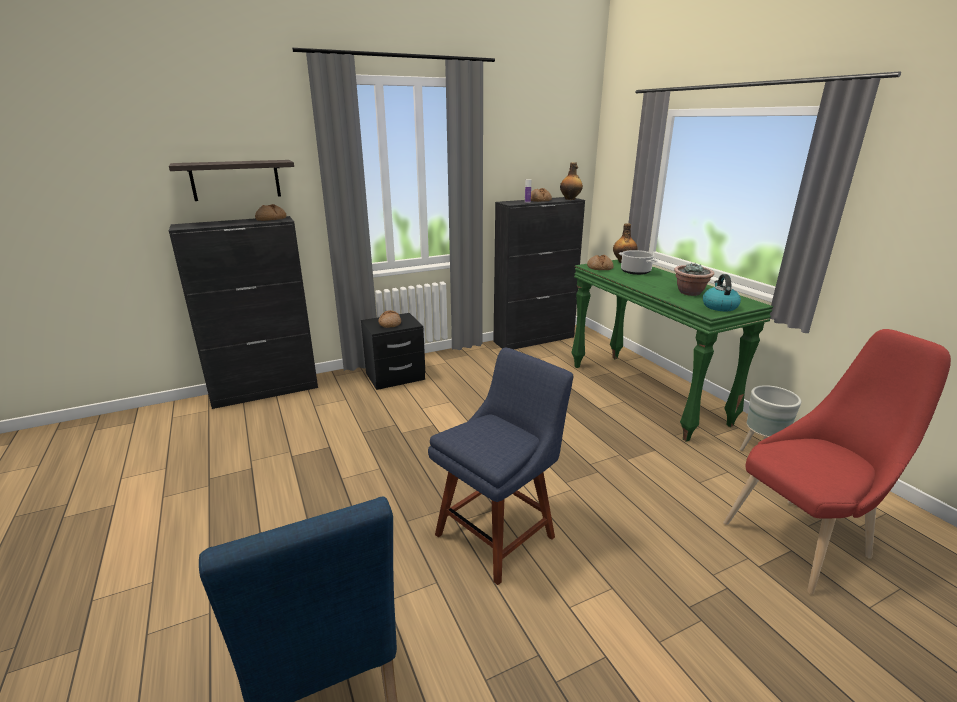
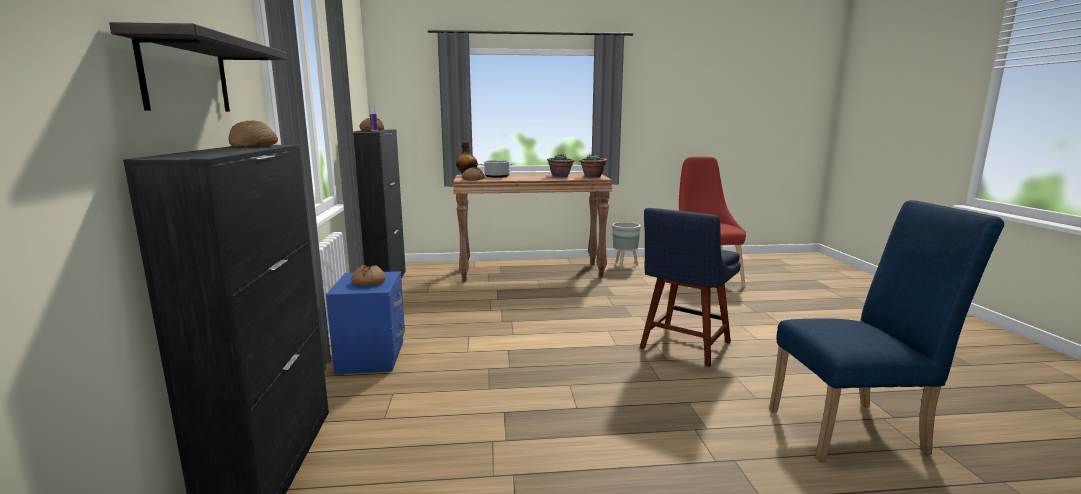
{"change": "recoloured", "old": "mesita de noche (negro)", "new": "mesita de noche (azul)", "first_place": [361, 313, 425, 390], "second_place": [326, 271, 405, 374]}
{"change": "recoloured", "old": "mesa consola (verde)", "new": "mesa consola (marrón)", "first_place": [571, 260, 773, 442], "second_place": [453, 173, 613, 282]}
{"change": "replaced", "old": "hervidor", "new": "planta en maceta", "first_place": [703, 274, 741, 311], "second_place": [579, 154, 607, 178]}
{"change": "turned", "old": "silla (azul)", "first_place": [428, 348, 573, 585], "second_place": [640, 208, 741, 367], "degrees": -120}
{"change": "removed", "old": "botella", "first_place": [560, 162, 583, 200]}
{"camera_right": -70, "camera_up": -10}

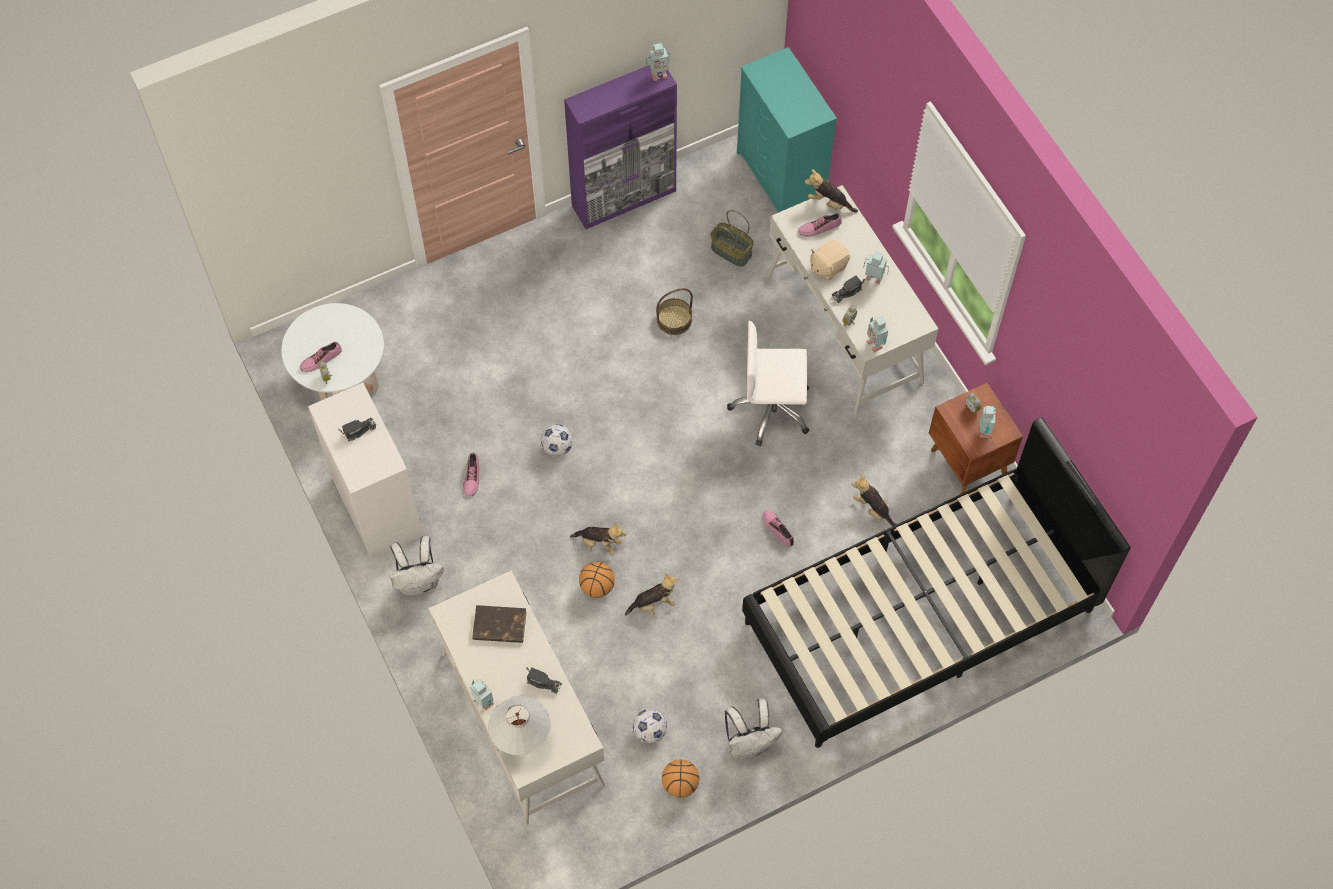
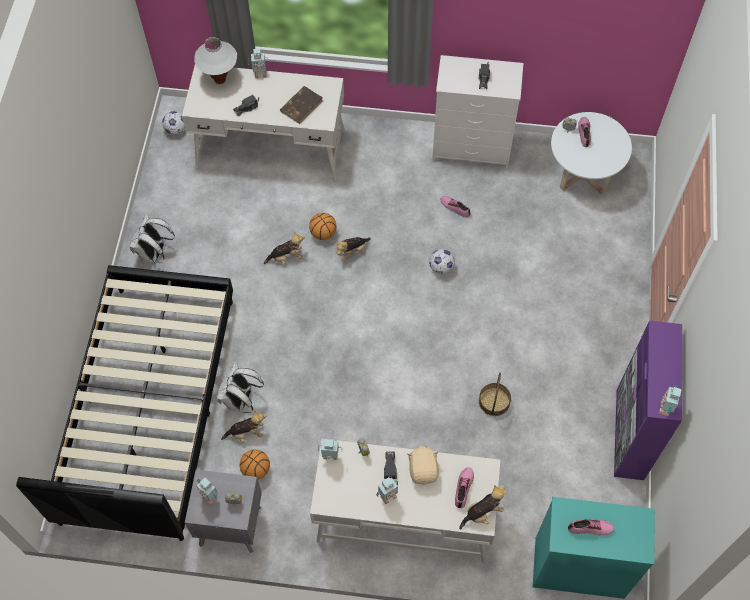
{"change": "moved", "old": "balón de fútbol", "first_place": [633, 709, 667, 744], "second_place": [162, 111, 185, 135]}
{"change": "recoloured", "old": "mesita de noche (marrón)", "new": "mesita de noche (gris)", "first_place": [929, 383, 1023, 494], "second_place": [185, 470, 262, 553]}
{"change": "moved", "old": "mochila (blanco)", "first_place": [390, 536, 444, 595], "second_place": [217, 361, 264, 413]}
{"change": "moved", "old": "balón de baloncesto", "first_place": [662, 759, 699, 798], "second_place": [240, 450, 270, 480]}
{"change": "turned", "old": "peluche", "first_place": [625, 574, 678, 616], "second_place": [264, 231, 305, 264], "degrees": -120}
{"change": "moved", "old": "zapato", "first_place": [763, 510, 794, 547], "second_place": [568, 519, 614, 536]}
{"change": "removed", "old": "cesta", "first_place": [711, 210, 754, 267]}
{"change": "removed", "old": "silla de oficina (blanco)", "first_place": [727, 321, 810, 446]}
{"camera_right": 125, "camera_up": 0}

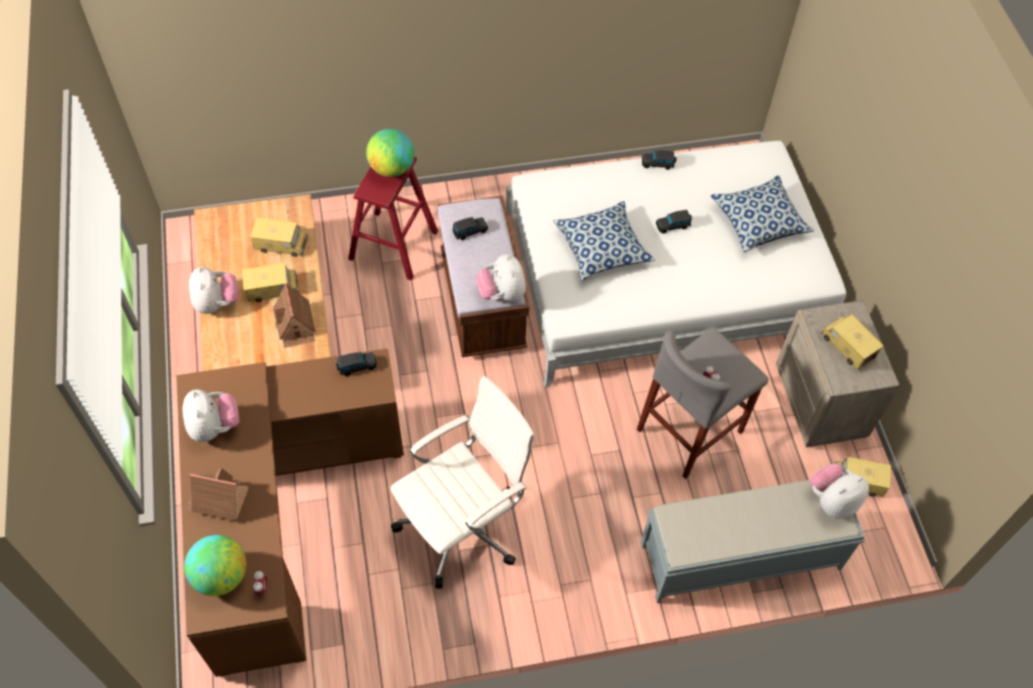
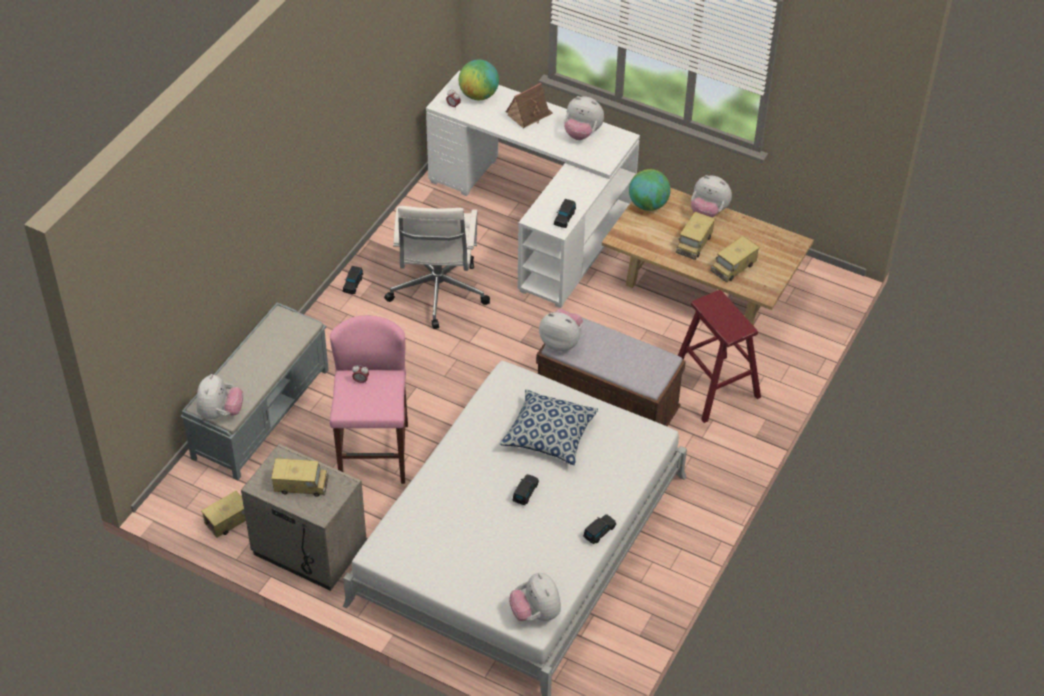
{"change": "recoloured", "old": "taburete (gris)", "new": "taburete (rosa)", "first_place": [637, 327, 769, 479], "second_place": [330, 315, 408, 484]}
{"change": "moved", "old": "coche de juguete (negro)", "first_place": [452, 217, 488, 240], "second_place": [343, 266, 363, 294]}
{"change": "recoloured", "old": "escritorio (marrón)", "new": "escritorio (blanco)", "first_place": [176, 348, 404, 677], "second_place": [426, 71, 640, 308]}
{"change": "added", "new": "peluche", "second_place": [509, 573, 561, 621]}
{"change": "moved", "old": "globo terráqueo", "first_place": [366, 129, 414, 177], "second_place": [629, 169, 671, 211]}
{"change": "removed", "old": "casita", "first_place": [273, 283, 316, 348]}
{"change": "removed", "old": "cojín", "first_place": [711, 175, 814, 252]}
{"camera_right": 130, "camera_up": -10}

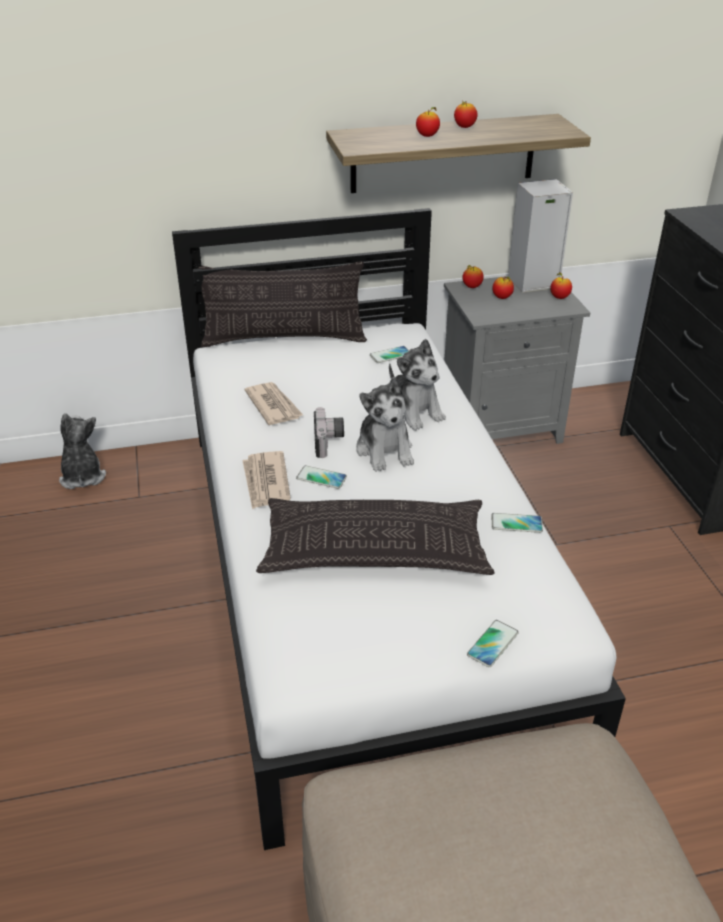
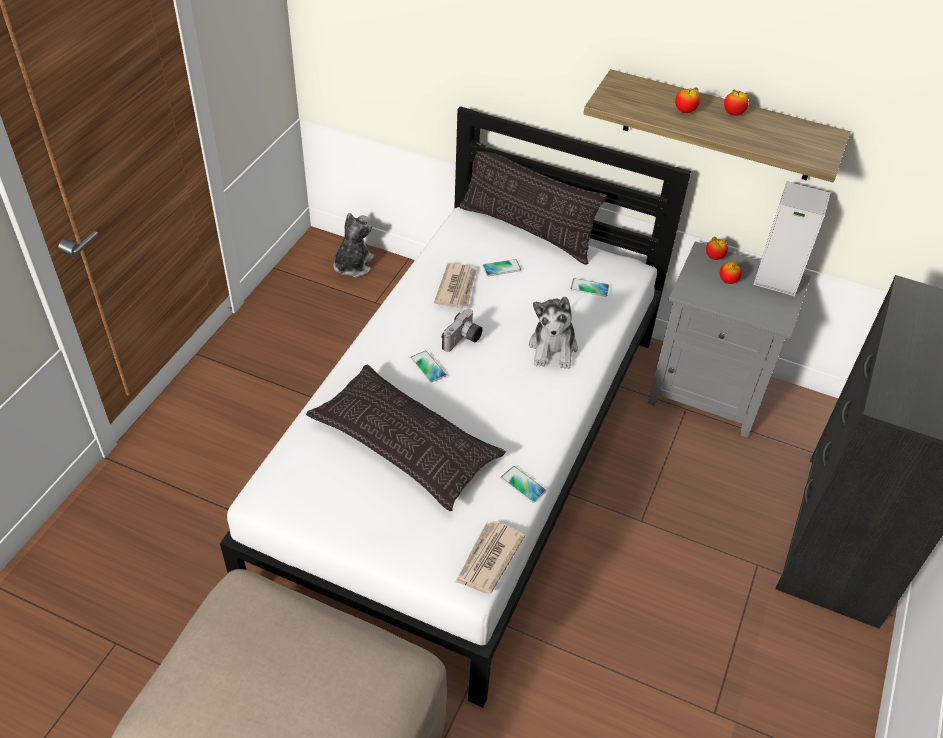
{"change": "moved", "old": "periódico", "first_place": [242, 451, 291, 509], "second_place": [455, 521, 525, 594]}
{"change": "moved", "old": "móvil", "first_place": [467, 620, 519, 667], "second_place": [483, 259, 521, 276]}
{"change": "removed", "old": "peluche", "first_place": [356, 377, 414, 472]}
{"change": "removed", "old": "manzana", "first_place": [550, 273, 572, 299]}
{"camera_right": 35, "camera_up": 10}

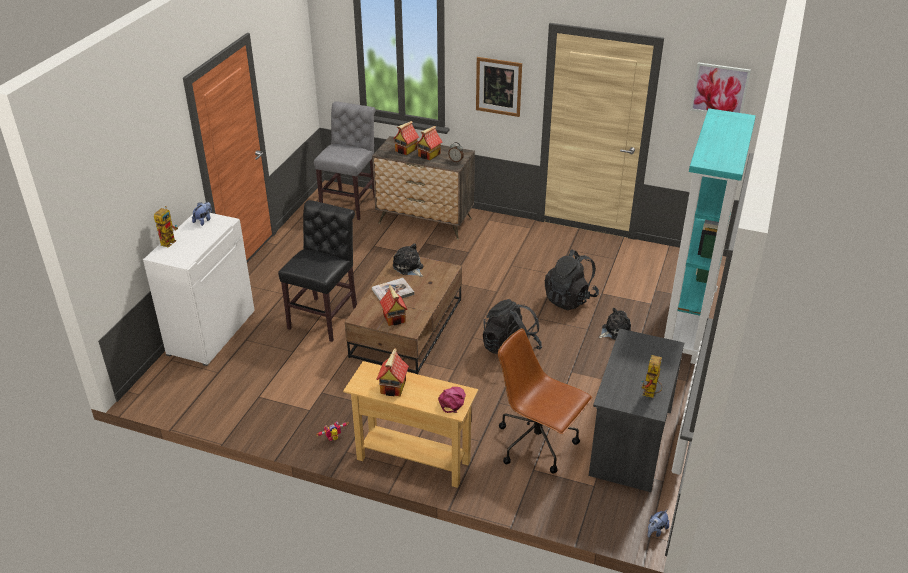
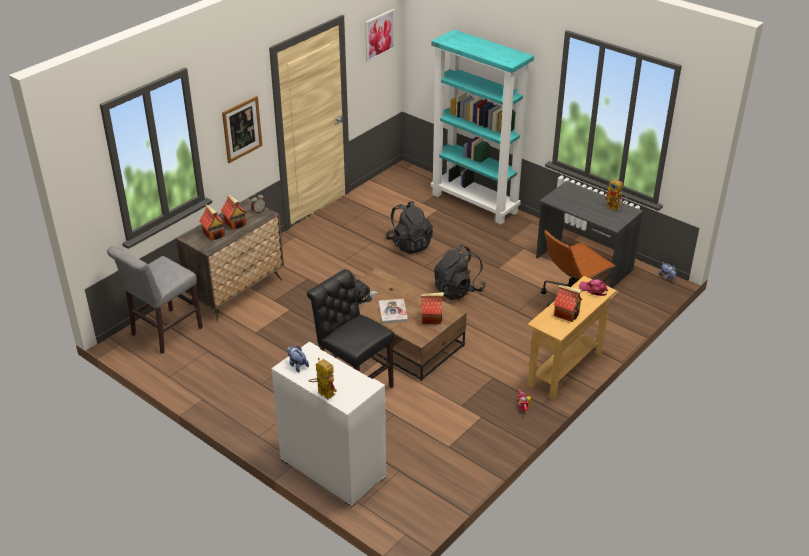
{"change": "turned", "old": "silla (gris)", "first_place": [314, 101, 375, 220], "second_place": [107, 246, 203, 354], "degrees": -90}
{"change": "removed", "old": "peluche", "first_place": [599, 308, 631, 340]}
{"camera_right": -70, "camera_up": 0}

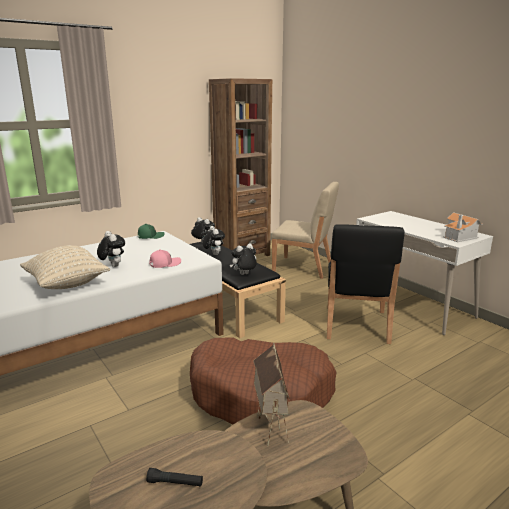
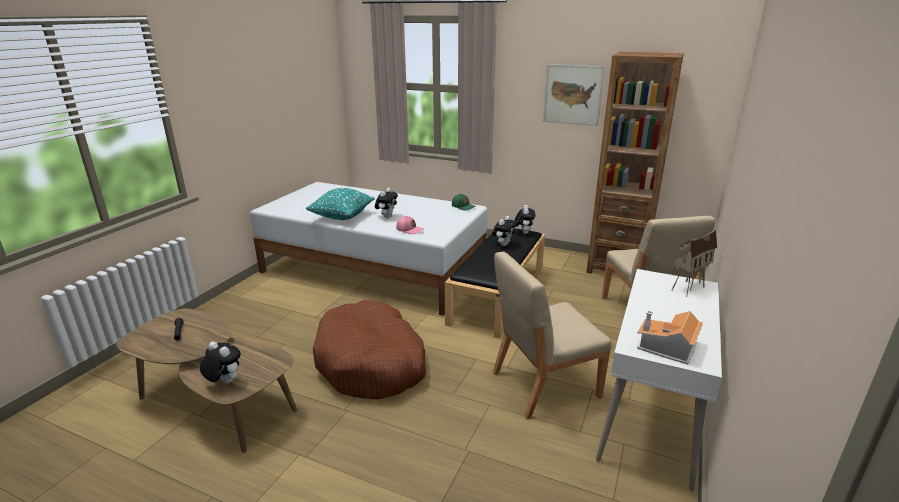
{"change": "moved", "old": "peluche", "first_place": [230, 243, 257, 275], "second_place": [200, 341, 241, 384]}
{"change": "recoloured", "old": "cojín (beis)", "new": "cojín (turquesa)", "first_place": [20, 245, 110, 289], "second_place": [305, 188, 375, 220]}
{"change": "recoloured", "old": "silla (negro)", "new": "silla (beis)", "first_place": [327, 224, 405, 344], "second_place": [493, 252, 612, 419]}
{"change": "added", "new": "cuadro", "second_place": [543, 64, 605, 126]}
{"change": "moved", "old": "casita", "first_place": [253, 344, 290, 447], "second_place": [671, 229, 717, 297]}
{"camera_right": 60, "camera_up": 5}

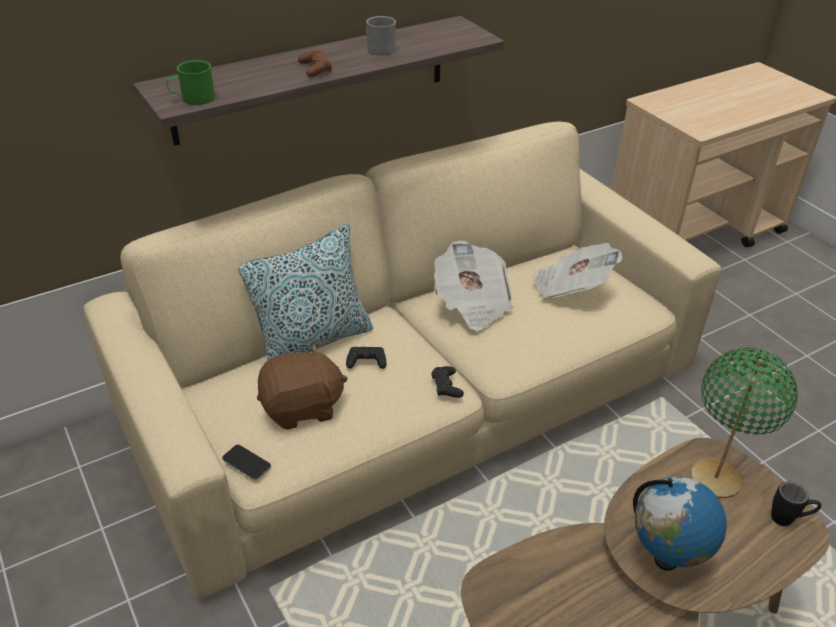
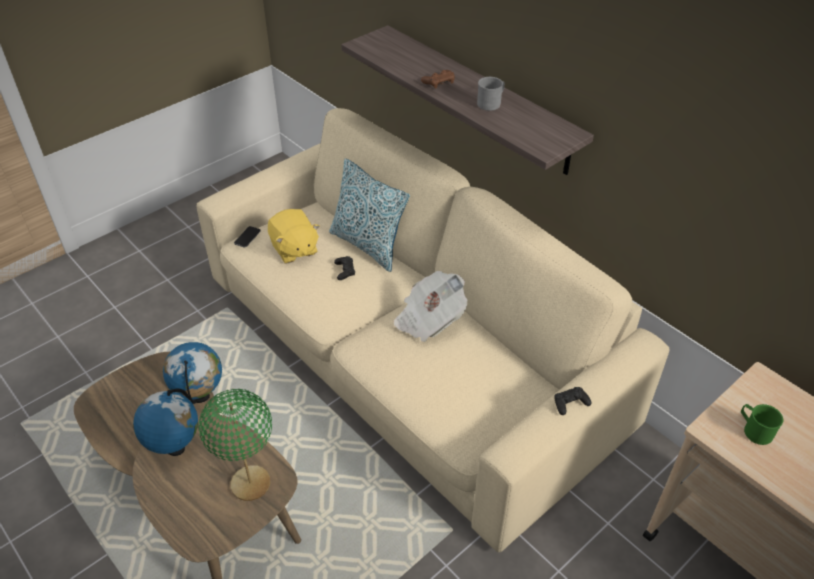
{"change": "added", "new": "globo terráqueo", "second_place": [163, 342, 222, 404]}
{"change": "recoloured", "old": "peluche (marrón)", "new": "peluche (amarillo)", "first_place": [257, 344, 348, 430], "second_place": [268, 209, 320, 263]}
{"change": "moved", "old": "mando de consola (negro)", "first_place": [431, 366, 464, 398], "second_place": [554, 387, 591, 415]}
{"change": "moved", "old": "taza grande (verde)", "first_place": [166, 60, 215, 105], "second_place": [741, 404, 783, 445]}
{"change": "removed", "old": "periódico", "first_place": [532, 243, 622, 299]}
{"change": "removed", "old": "taza grande (negro)", "first_place": [771, 482, 821, 526]}
{"camera_right": 80, "camera_up": 5}

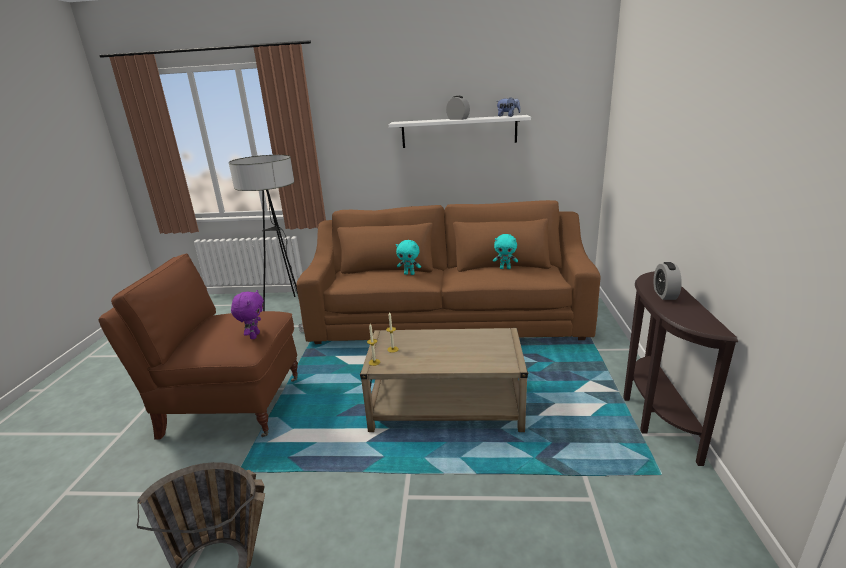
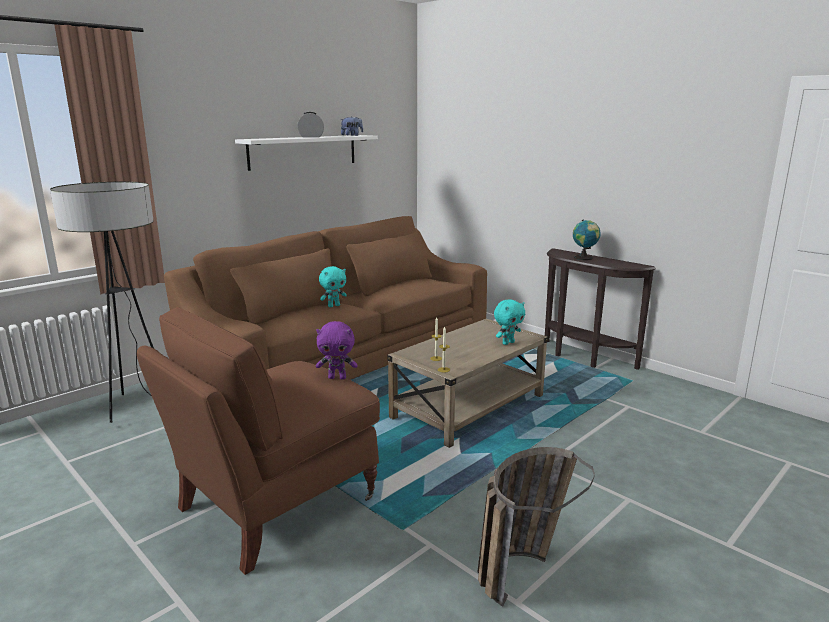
{"change": "turned", "old": "peluche (morado)", "first_place": [231, 290, 264, 339], "second_place": [316, 321, 358, 380], "degrees": 135}
{"change": "moved", "old": "peluche (turquesa)", "first_place": [493, 234, 518, 269], "second_place": [494, 299, 525, 345]}
{"change": "replaced", "old": "despertador", "new": "globo terráqueo", "first_place": [654, 262, 682, 300], "second_place": [573, 219, 601, 260]}
{"camera_right": -50, "camera_up": -5}

